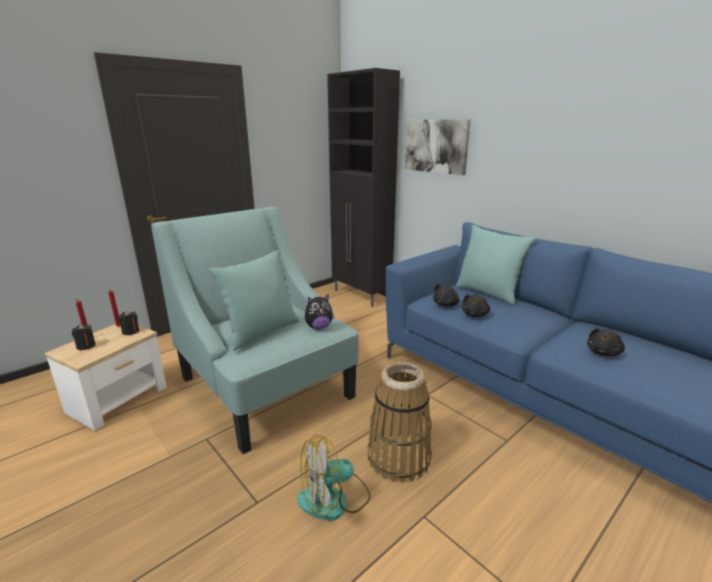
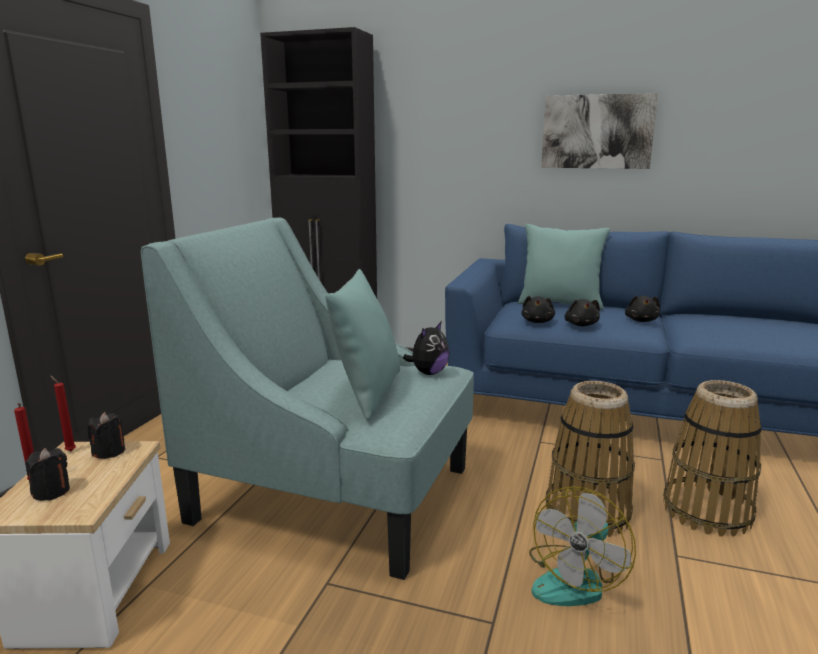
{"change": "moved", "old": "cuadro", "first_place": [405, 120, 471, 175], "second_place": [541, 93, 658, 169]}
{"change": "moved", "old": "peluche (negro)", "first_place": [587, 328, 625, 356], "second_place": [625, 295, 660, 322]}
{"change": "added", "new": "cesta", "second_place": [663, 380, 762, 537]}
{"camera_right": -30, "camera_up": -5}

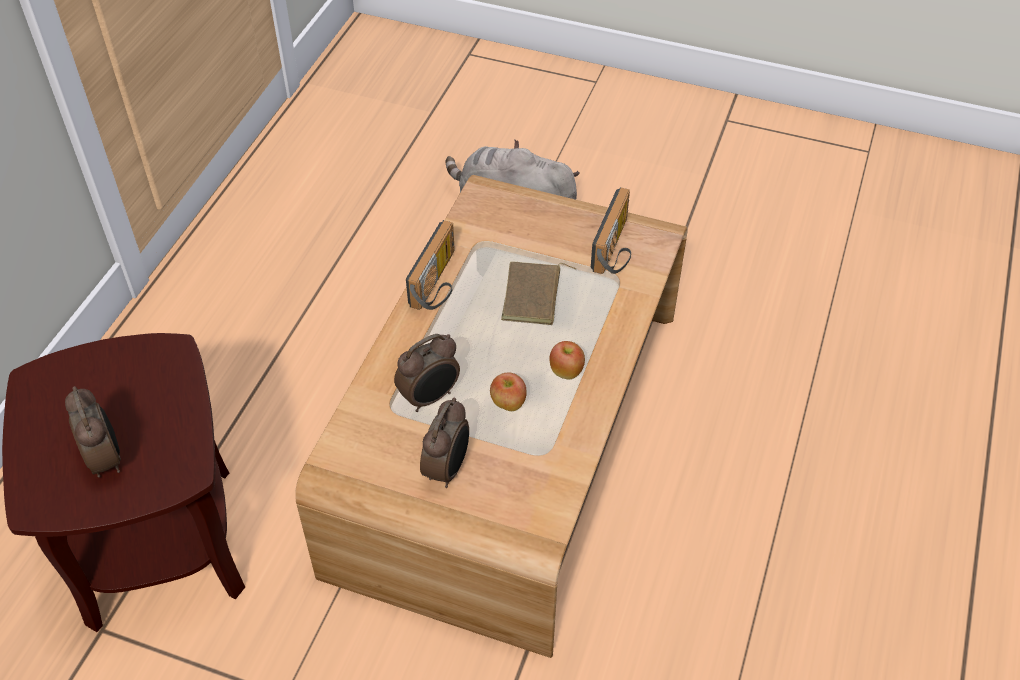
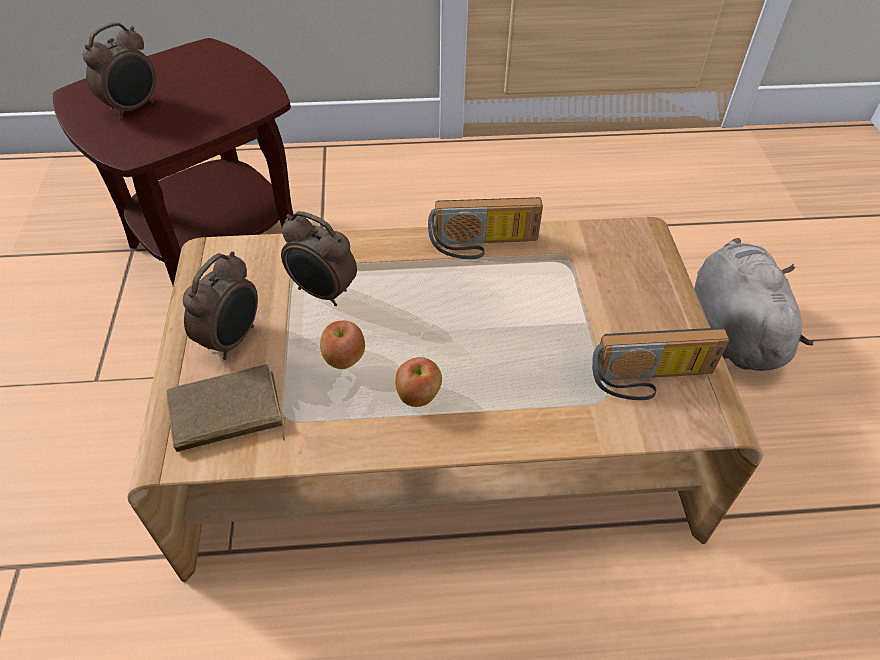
{"change": "moved", "old": "libro (marrón)", "first_place": [501, 261, 576, 325], "second_place": [166, 364, 286, 452]}
{"change": "turned", "old": "despertador", "first_place": [420, 398, 469, 488], "second_place": [183, 251, 258, 360], "degrees": -60}
{"camera_right": 65, "camera_up": 0}

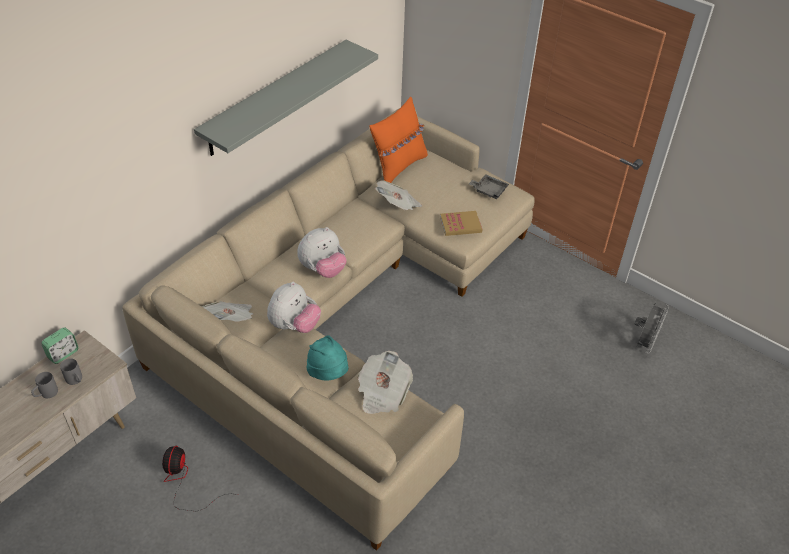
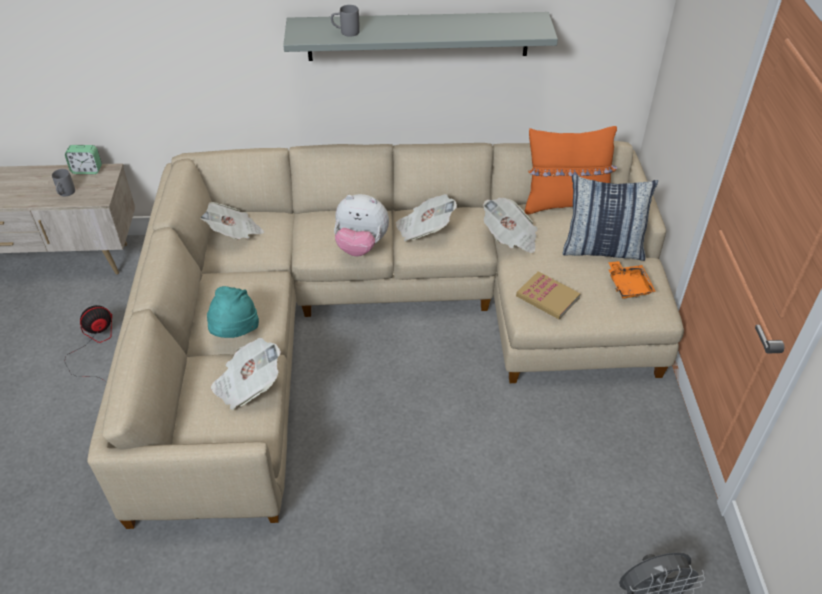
{"change": "moved", "old": "taza grande (gris)", "first_place": [31, 372, 58, 398], "second_place": [331, 5, 360, 37]}
{"change": "added", "new": "periódico", "second_place": [396, 194, 457, 241]}
{"change": "added", "new": "cojín", "second_place": [562, 175, 658, 261]}
{"change": "recoloured", "old": "bandeja (gris)", "new": "bandeja (naranja)", "first_place": [469, 174, 509, 199], "second_place": [608, 261, 656, 299]}
{"change": "removed", "old": "peluche", "first_place": [267, 281, 321, 333]}
{"camera_right": 50, "camera_up": 0}

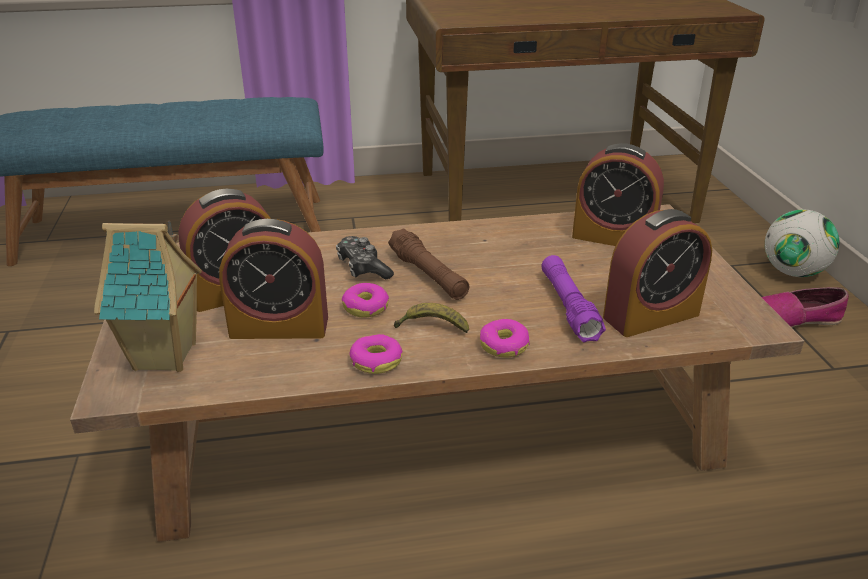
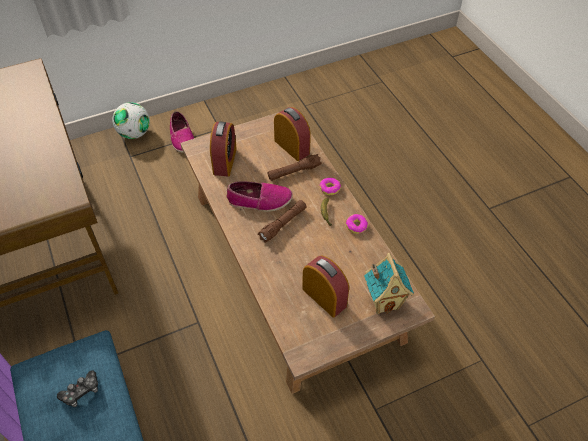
{"change": "moved", "old": "mando de consola", "first_place": [336, 236, 394, 279], "second_place": [57, 370, 98, 407]}
{"change": "added", "new": "zapato", "second_place": [227, 182, 293, 212]}
{"change": "recoloured", "old": "linterna (morado)", "new": "linterna (marrón)", "first_place": [542, 255, 606, 343], "second_place": [268, 154, 322, 181]}
{"change": "removed", "old": "despertador", "first_place": [219, 219, 328, 339]}
{"change": "removed", "old": "rosquilla", "first_place": [342, 283, 389, 317]}
{"camera_right": -105, "camera_up": 20}

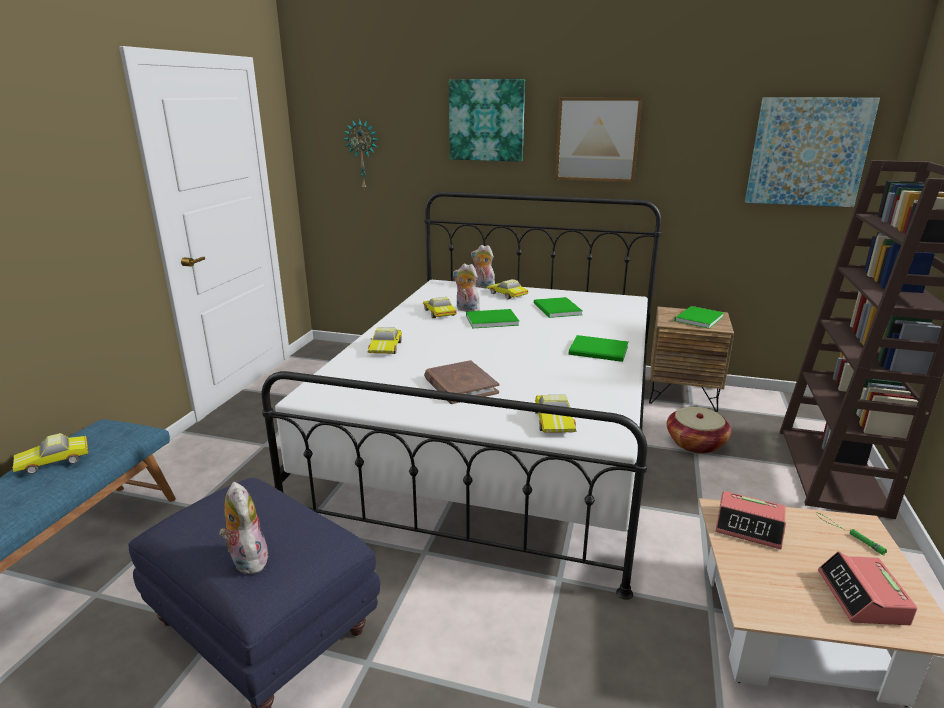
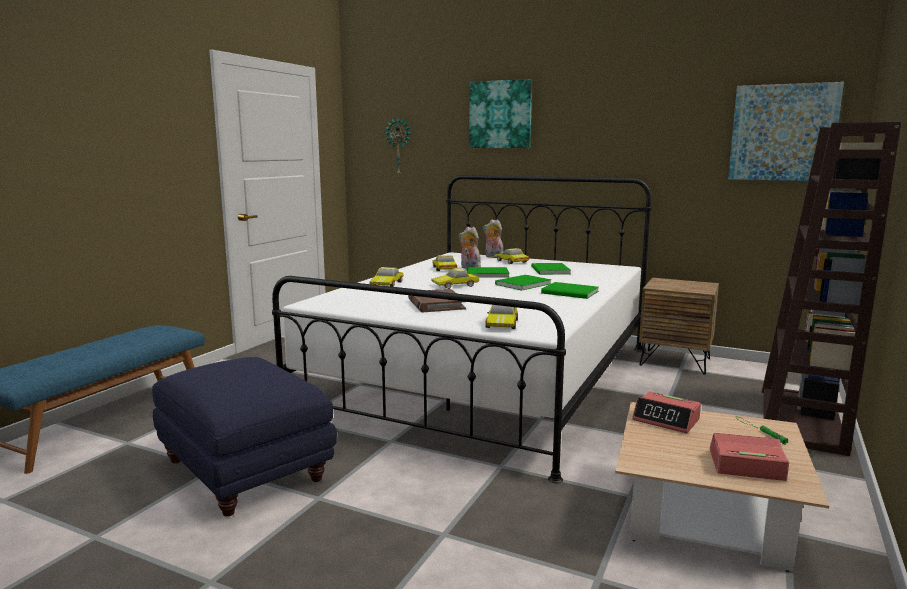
{"change": "moved", "old": "coche de juguete", "first_place": [13, 433, 88, 474], "second_place": [431, 268, 479, 289]}
{"change": "moved", "old": "libro (verde)", "first_place": [674, 306, 724, 329], "second_place": [495, 275, 552, 291]}
{"change": "turned", "old": "despertador", "first_place": [818, 552, 917, 625], "second_place": [710, 433, 789, 481], "degrees": 90}
{"change": "removed", "old": "peluche", "first_place": [219, 482, 269, 574]}
{"change": "removed", "old": "cuadro", "first_place": [555, 97, 642, 182]}
{"change": "removed", "old": "cesta", "first_place": [667, 407, 731, 454]}
{"camera_right": 10, "camera_up": -10}

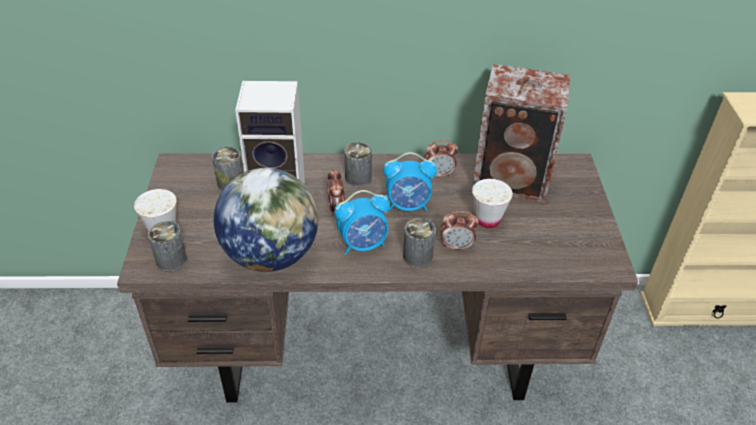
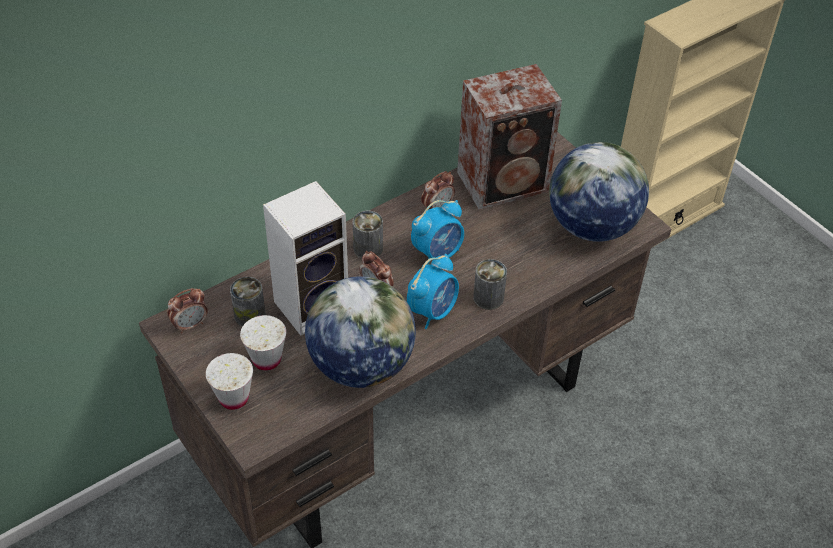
{"change": "moved", "old": "despertador", "first_place": [441, 211, 479, 250], "second_place": [167, 288, 208, 334]}
{"change": "moved", "old": "taza (blanco)", "first_place": [472, 179, 513, 228], "second_place": [240, 315, 286, 371]}
{"change": "added", "new": "globo terráqueo", "second_place": [549, 142, 649, 242]}
{"change": "removed", "old": "lata", "first_place": [148, 221, 187, 272]}
{"camera_right": -35, "camera_up": 5}

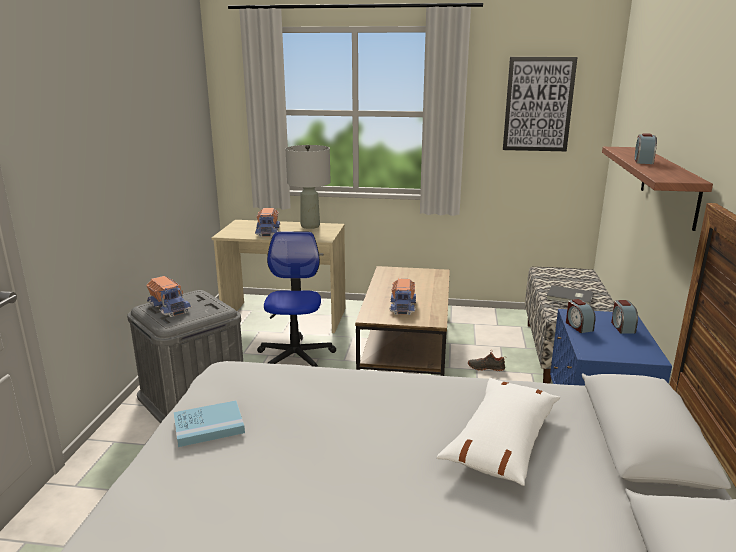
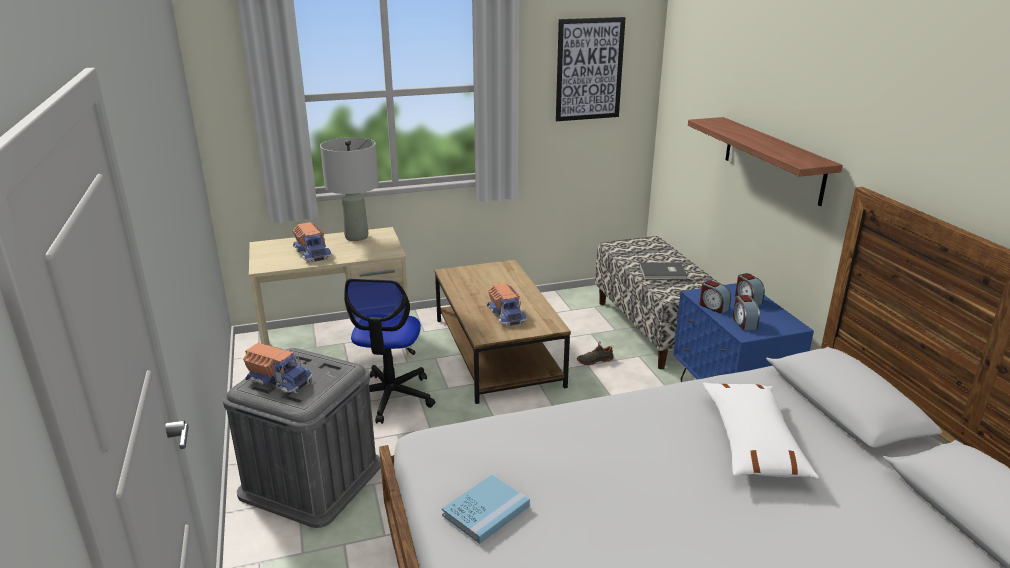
{"change": "turned", "old": "silla de oficina", "first_place": [257, 232, 336, 367], "second_place": [344, 279, 435, 424], "degrees": -150}
{"change": "moved", "old": "despertador", "first_place": [634, 133, 657, 164], "second_place": [733, 295, 760, 330]}
{"camera_right": -25, "camera_up": 5}

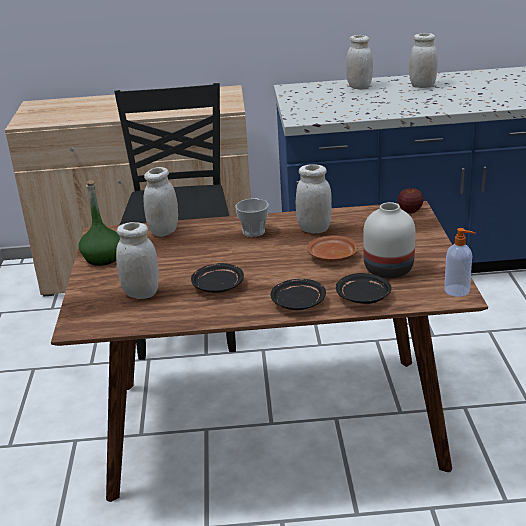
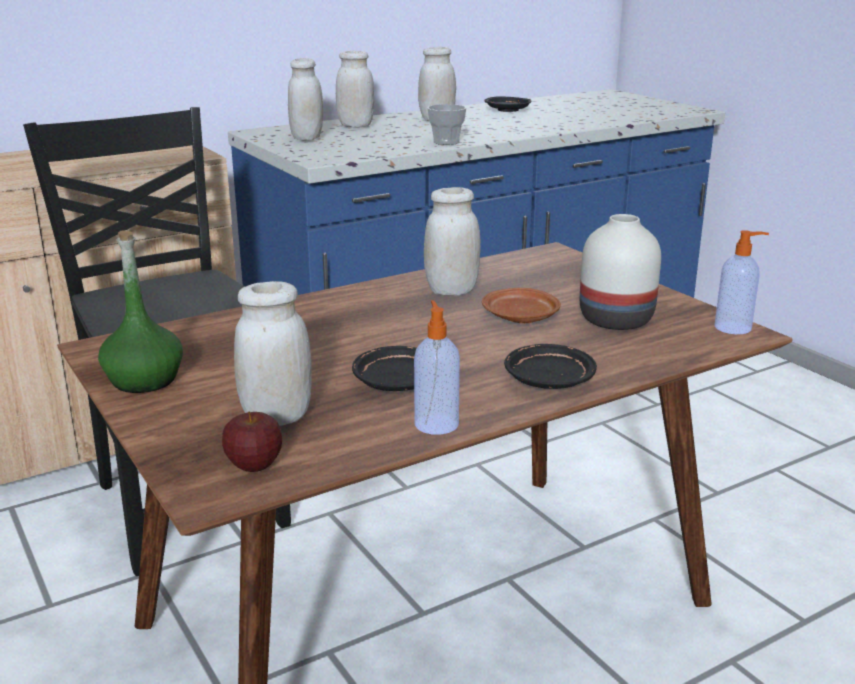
{"change": "moved", "old": "manzana", "first_place": [398, 187, 424, 213], "second_place": [222, 411, 282, 472]}
{"change": "moved", "old": "tarro (blanco)", "first_place": [143, 167, 178, 237], "second_place": [288, 58, 323, 140]}
{"change": "added", "new": "dispensador de jabón", "second_place": [414, 300, 460, 435]}
{"change": "moved", "old": "taza", "first_place": [235, 198, 269, 237], "second_place": [427, 104, 466, 145]}
{"change": "moved", "old": "plato (negro)", "first_place": [336, 273, 391, 304], "second_place": [485, 97, 532, 112]}
{"camera_right": -30, "camera_up": -5}

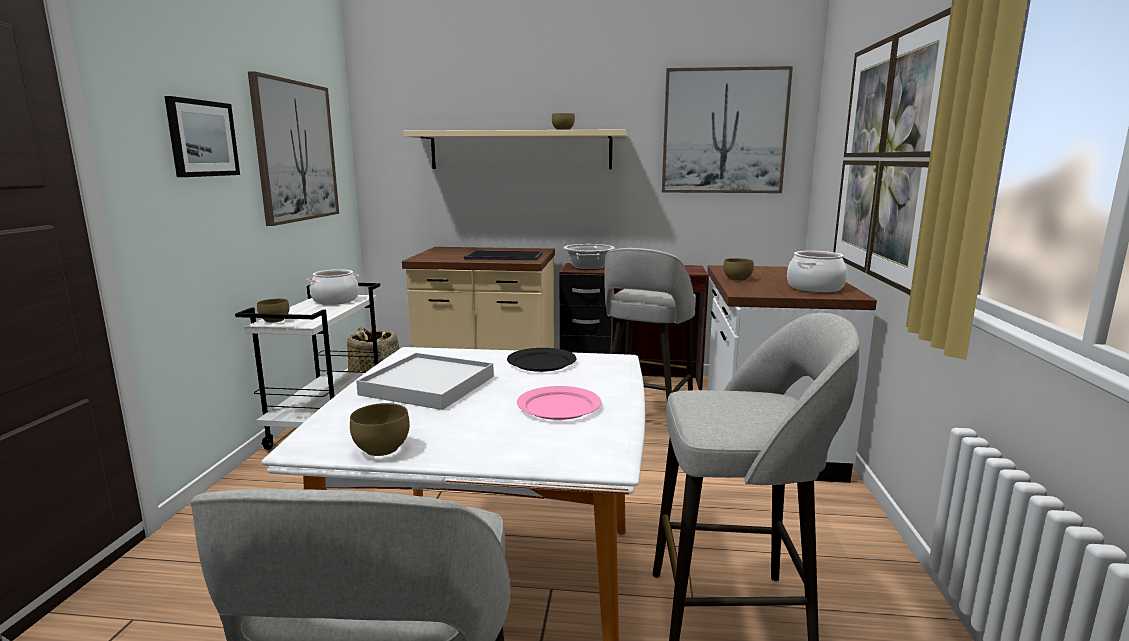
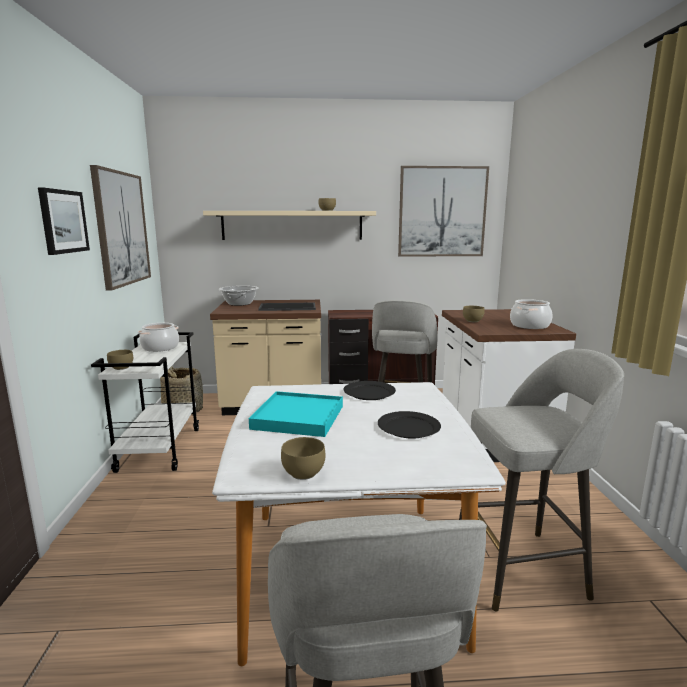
{"change": "moved", "old": "olla", "first_place": [563, 244, 615, 270], "second_place": [219, 286, 259, 306]}
{"change": "recoloured", "old": "bandeja (blanco)", "new": "bandeja (turquesa)", "first_place": [356, 353, 494, 410], "second_place": [249, 391, 343, 437]}
{"change": "recoloured", "old": "plato (rosa)", "new": "plato (negro)", "first_place": [517, 386, 601, 420], "second_place": [378, 411, 441, 439]}
{"change": "removed", "old": "cuadro", "first_place": [833, 7, 951, 295]}
{"camera_right": -10, "camera_up": 0}

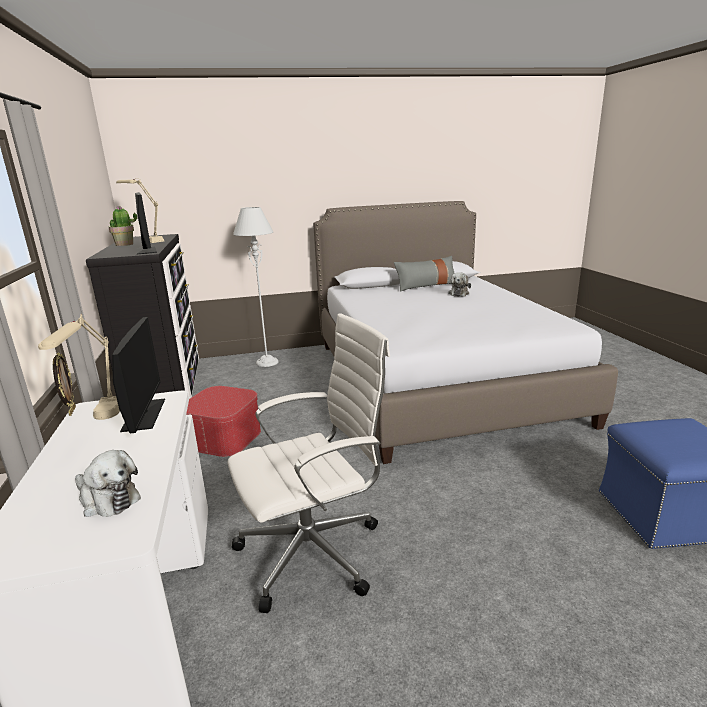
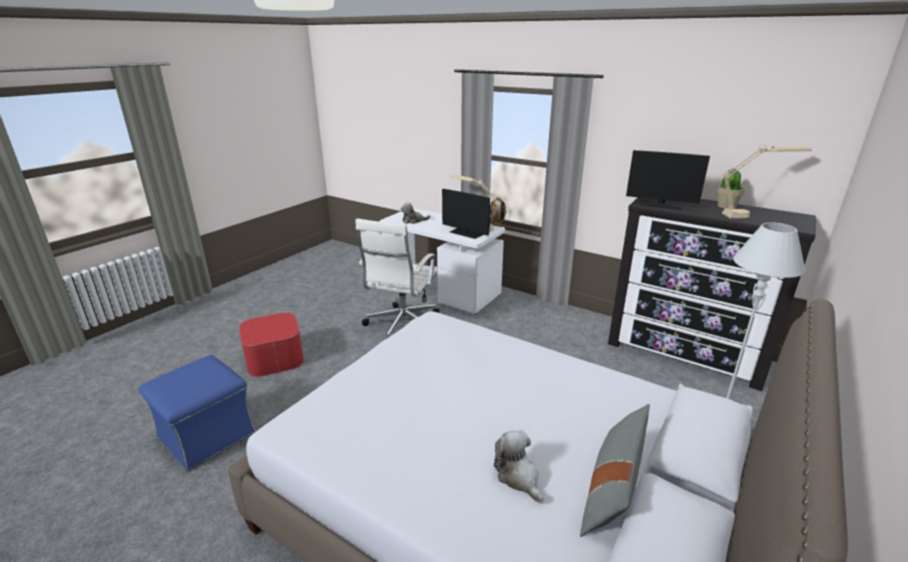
{"change": "moved", "old": "puf", "first_place": [186, 386, 261, 457], "second_place": [239, 312, 304, 377]}
{"camera_right": 135, "camera_up": 5}

